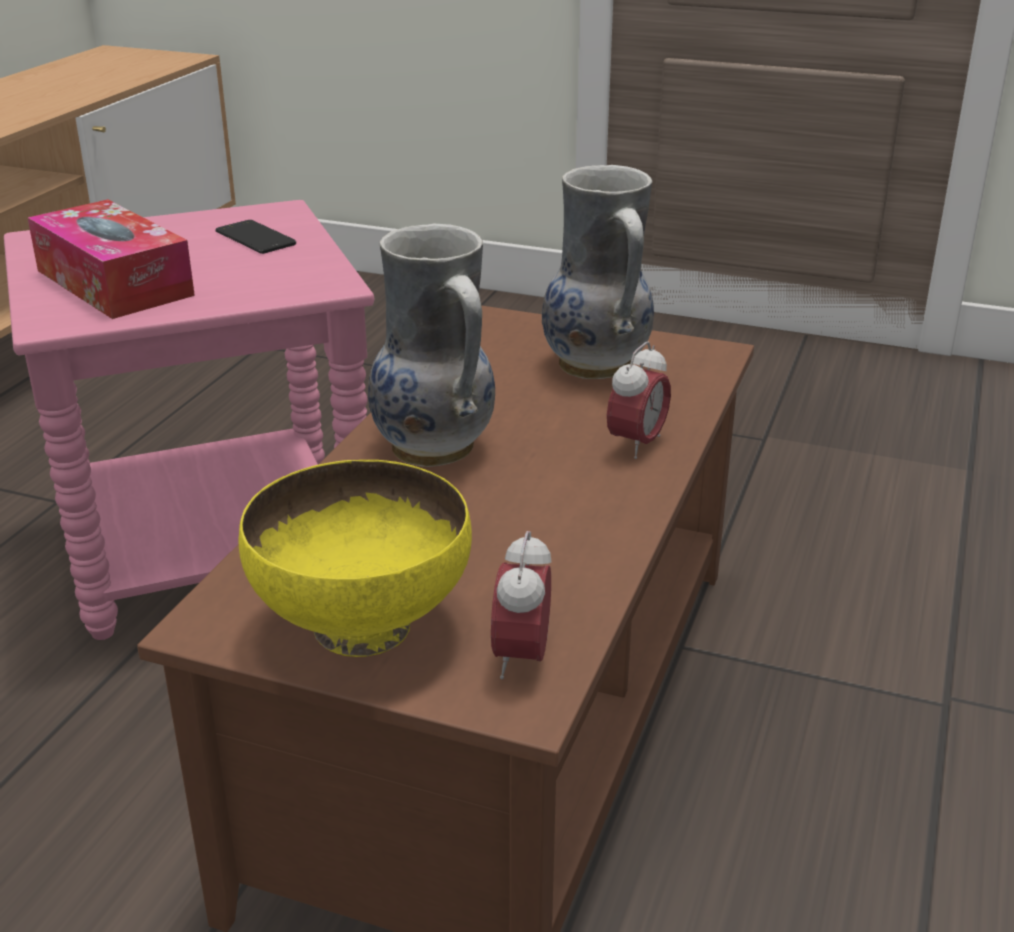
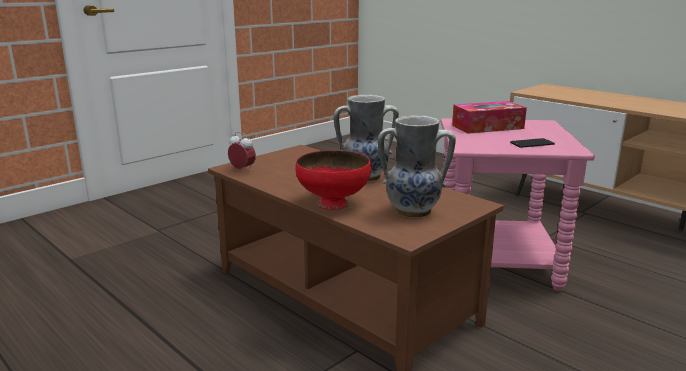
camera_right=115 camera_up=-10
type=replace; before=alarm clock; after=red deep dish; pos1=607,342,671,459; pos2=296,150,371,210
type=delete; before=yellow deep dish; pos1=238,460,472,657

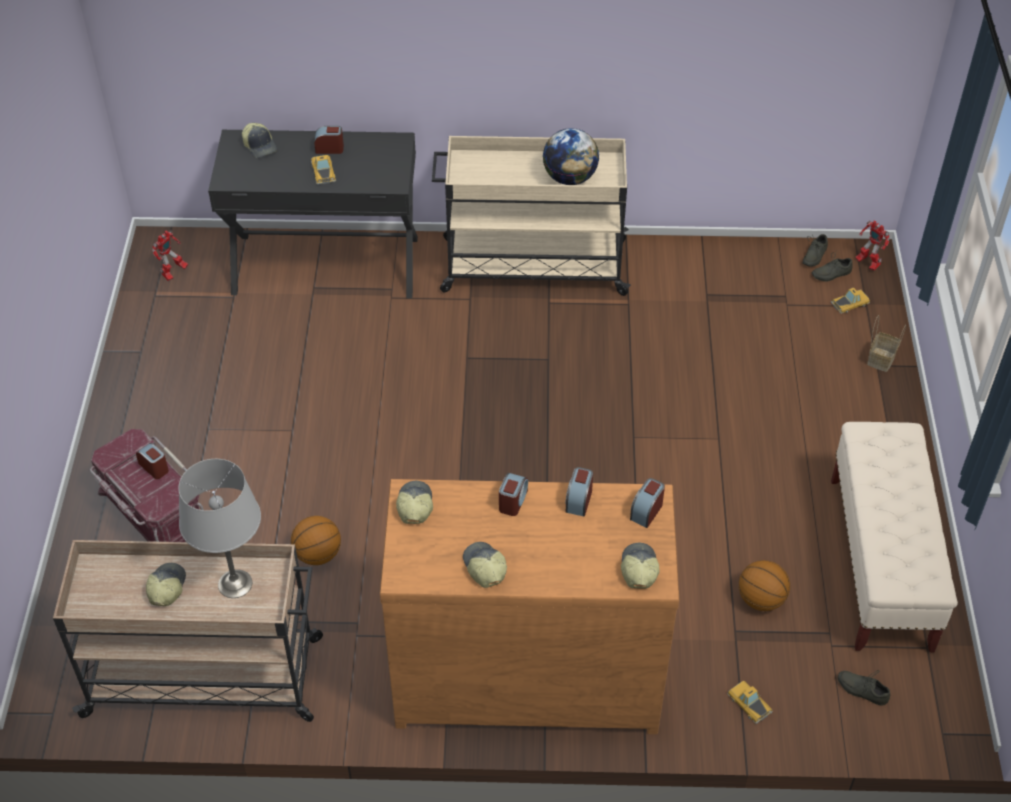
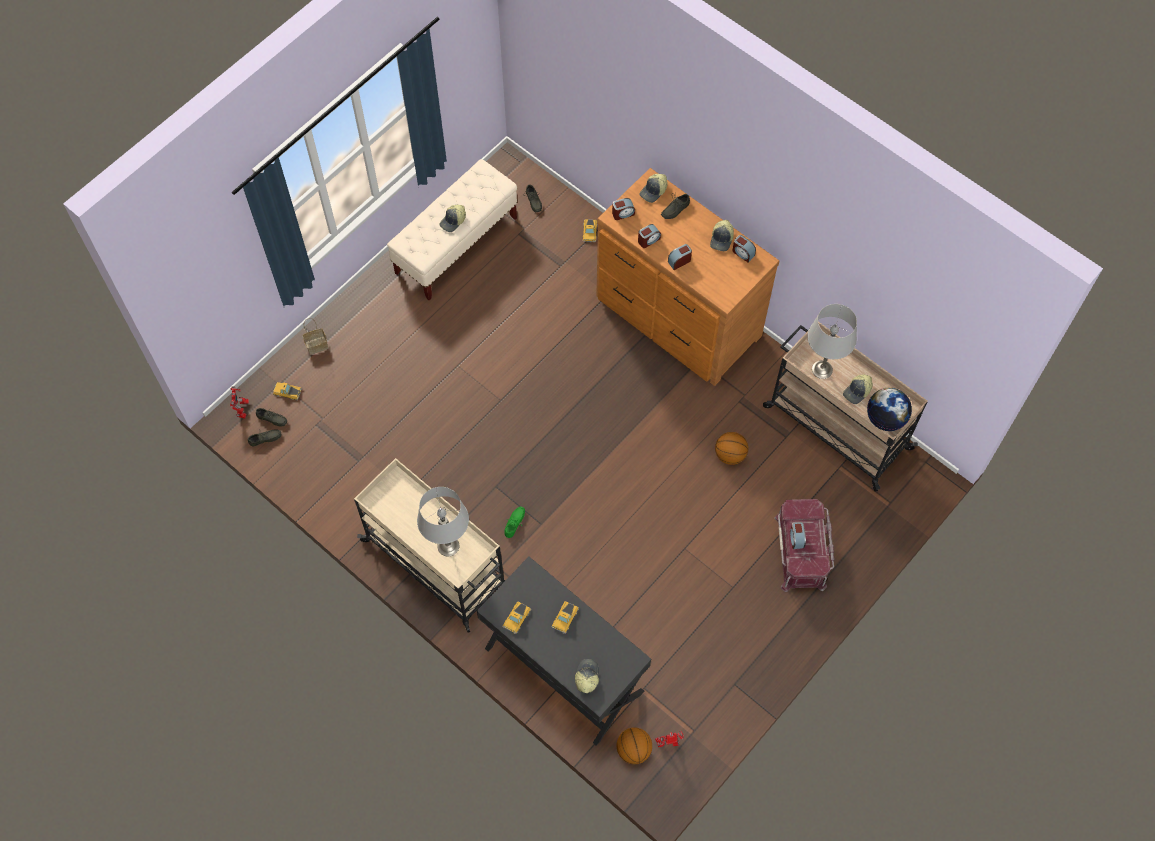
camera_right=-140 camera_up=15
type=move; before=alarm clock; pos1=314,126,344,154; pos2=732,235,756,262
type=move; before=desk globe; pos1=543,128,599,185; pos2=867,388,912,431
type=move; before=cap; pos1=396,481,433,524; pos2=439,205,466,232
type=move; before=basketball; pos1=739,560,790,611; pos2=617,727,652,764
type=insert; after=grey item of footwear; pos2=661,193,690,219
type=insert; after=grey lamp for a table; pos2=417,487,469,556
type=insert; after=greenish item of footwear; pos2=504,506,525,538
type=insert; after=toy car; pos2=502,601,531,634

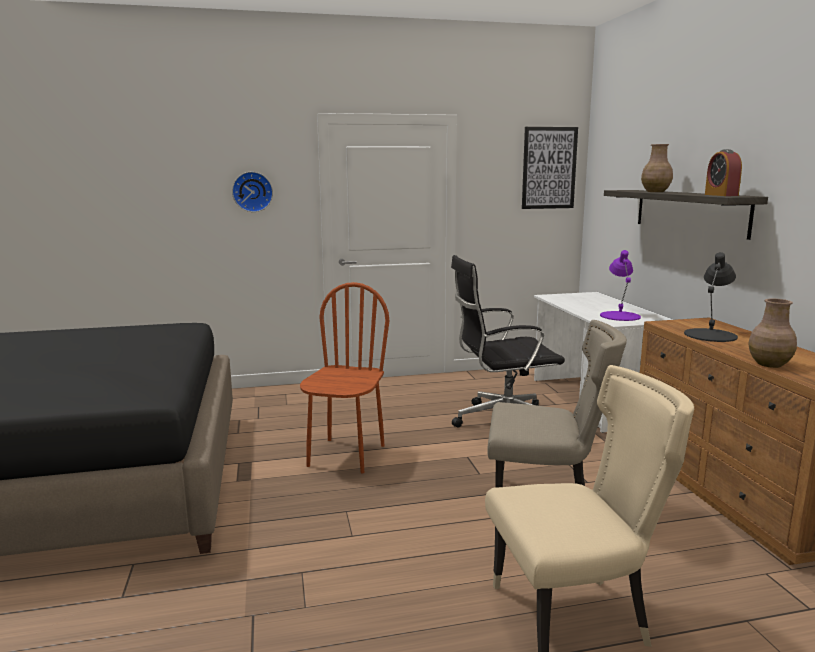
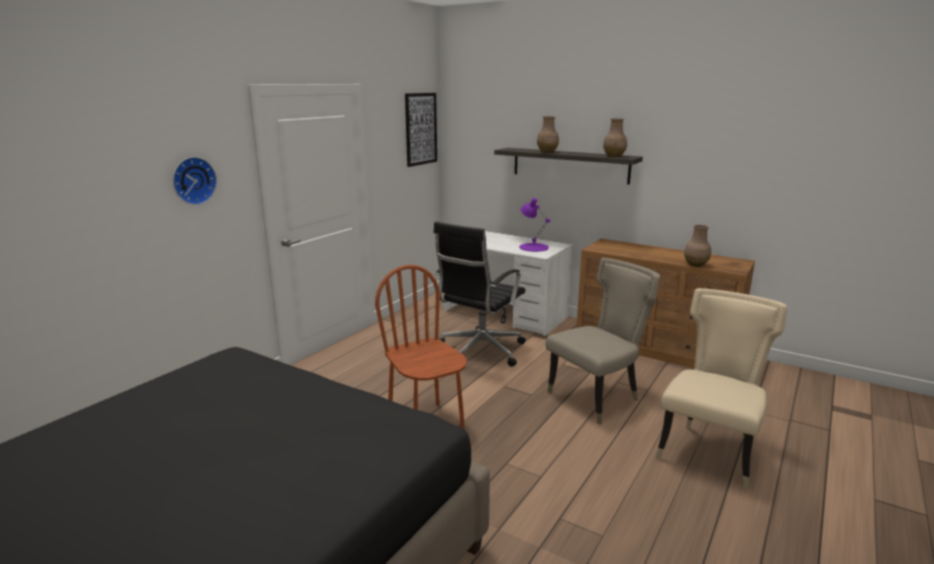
camera_right=-45 camera_up=5
type=replace; before=alarm clock; after=brown-coloured flower vase; pos1=705,149,742,196; pos2=603,118,627,157
type=delete; before=blackish lamp for a table; pos1=684,252,738,342

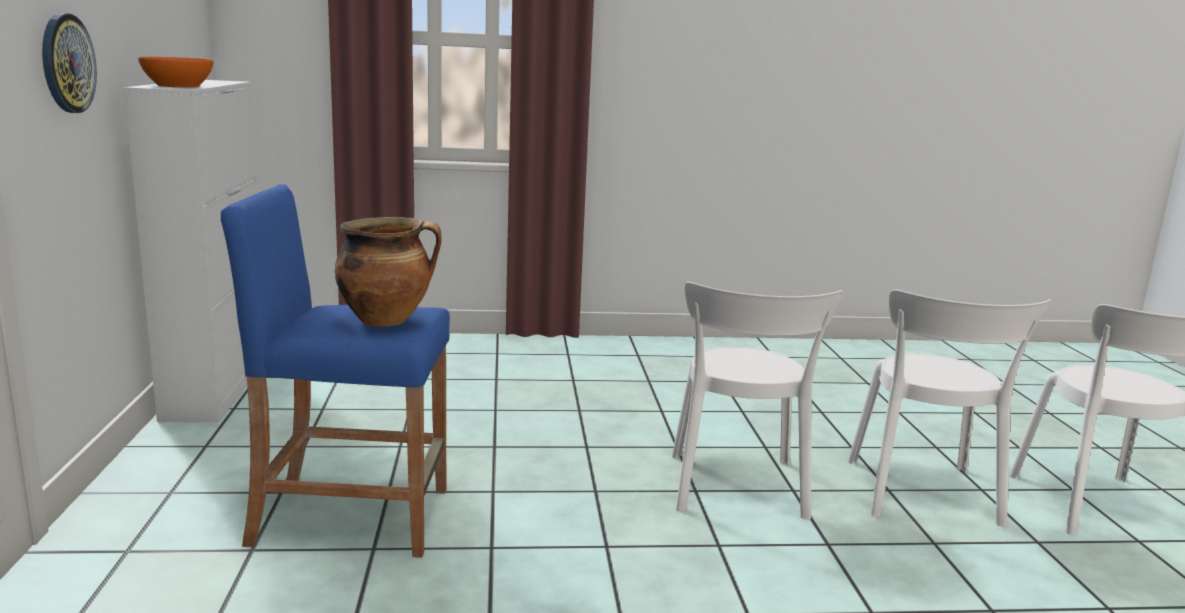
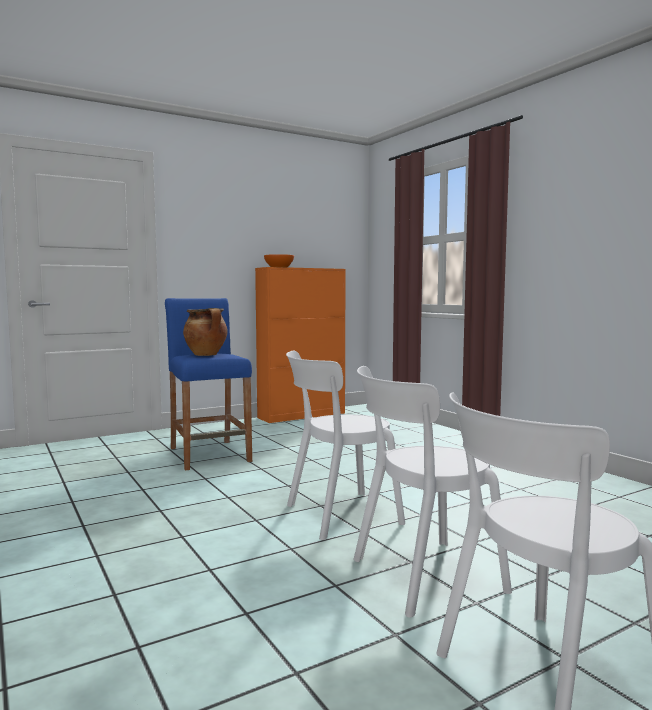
camera_right=65 camera_up=-10
type=delete; before=wall clock; pos1=42,13,97,113
type=recolor; before=white storage cabinet; after=orangey storage cabinet; pos1=124,80,258,422; pos2=255,267,346,423

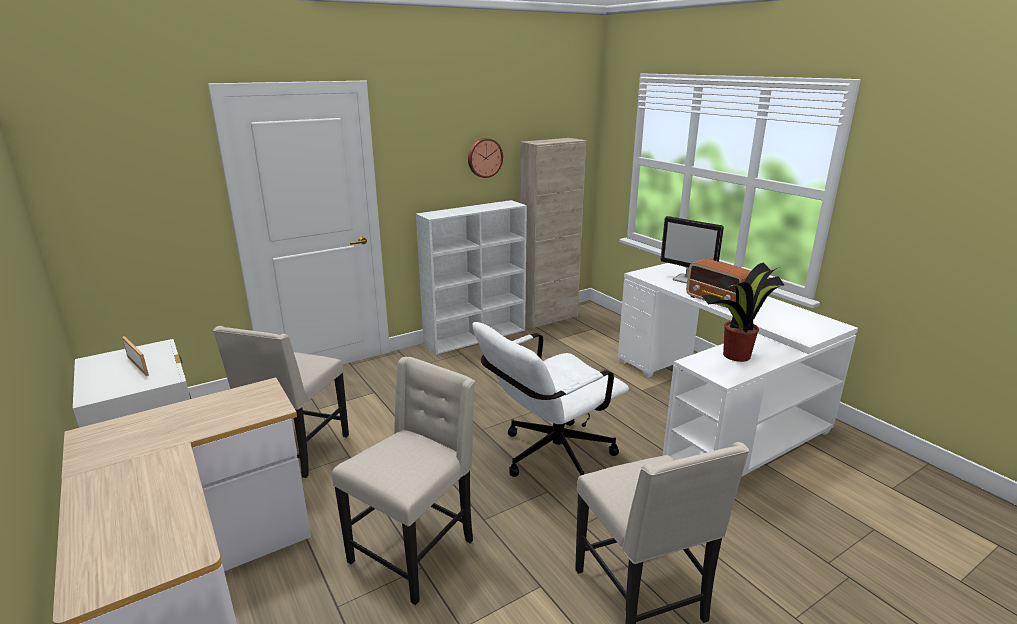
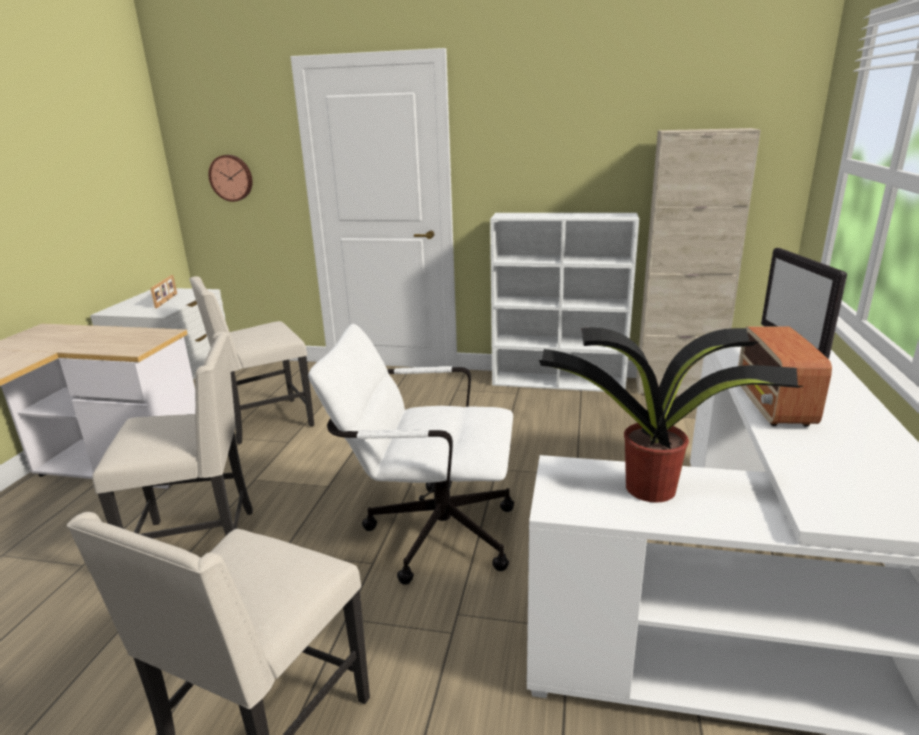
camera_right=45 camera_up=0
type=move; before=wall clock; pos1=468,138,503,178; pos2=208,155,252,202

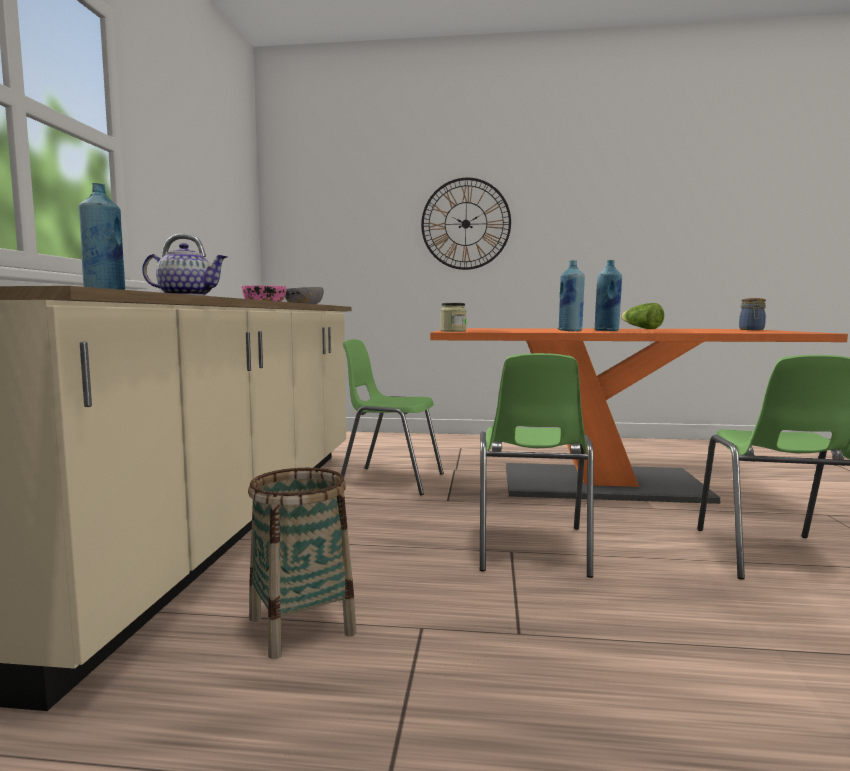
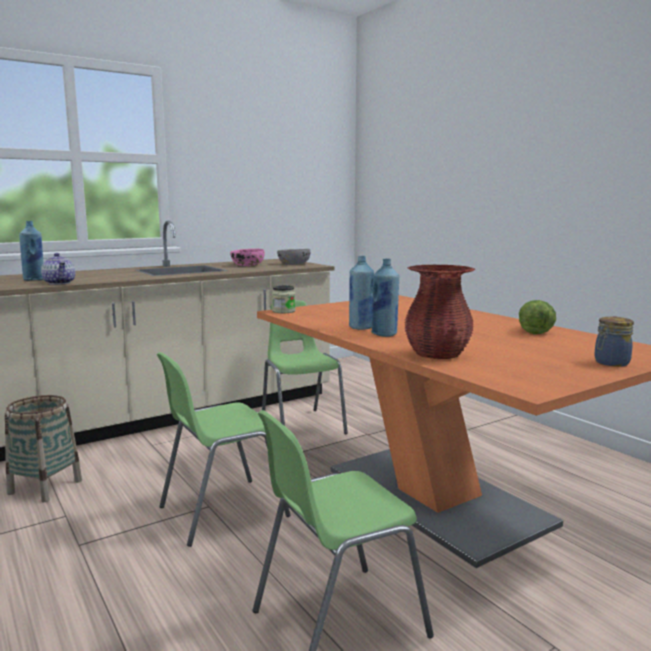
camera_right=50 camera_up=5
type=delete; before=wall clock; pos1=421,178,511,270
type=insert; after=red flower vase; pos2=405,265,476,359

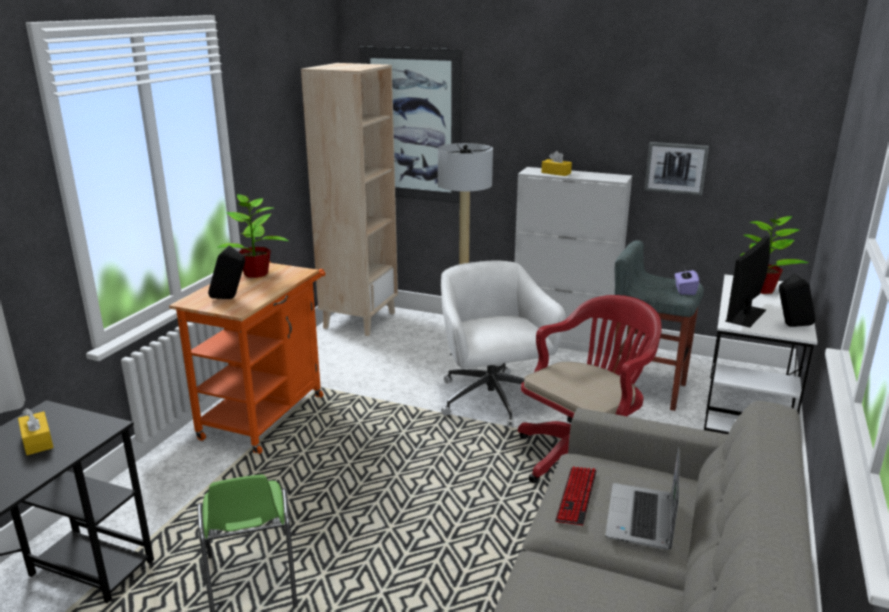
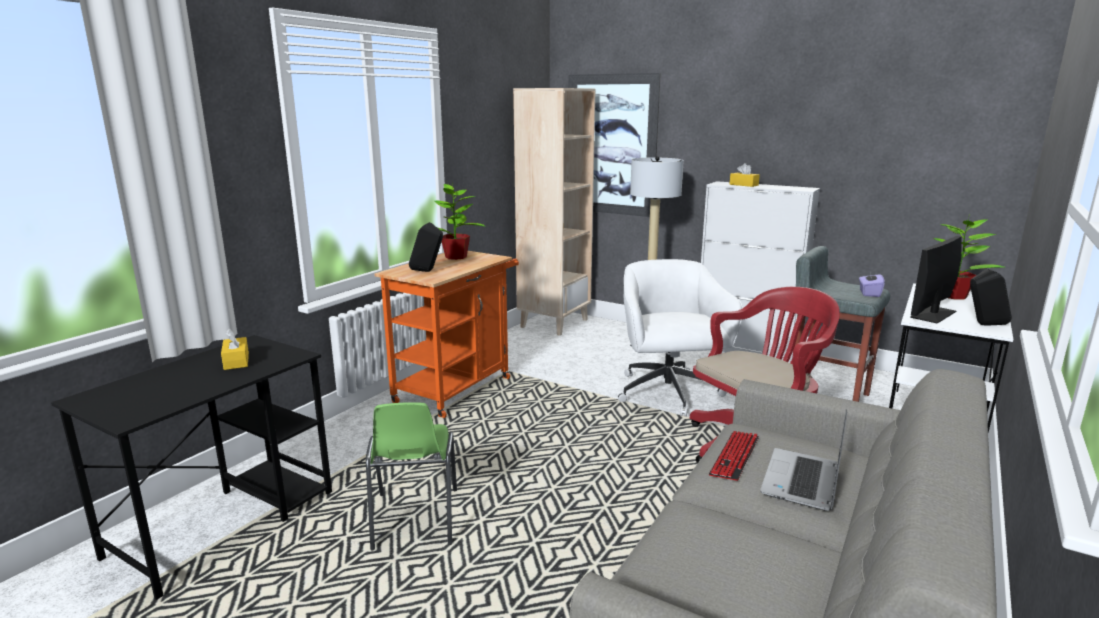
camera_right=10 camera_up=-5
type=delete; before=picture; pos1=644,142,709,196

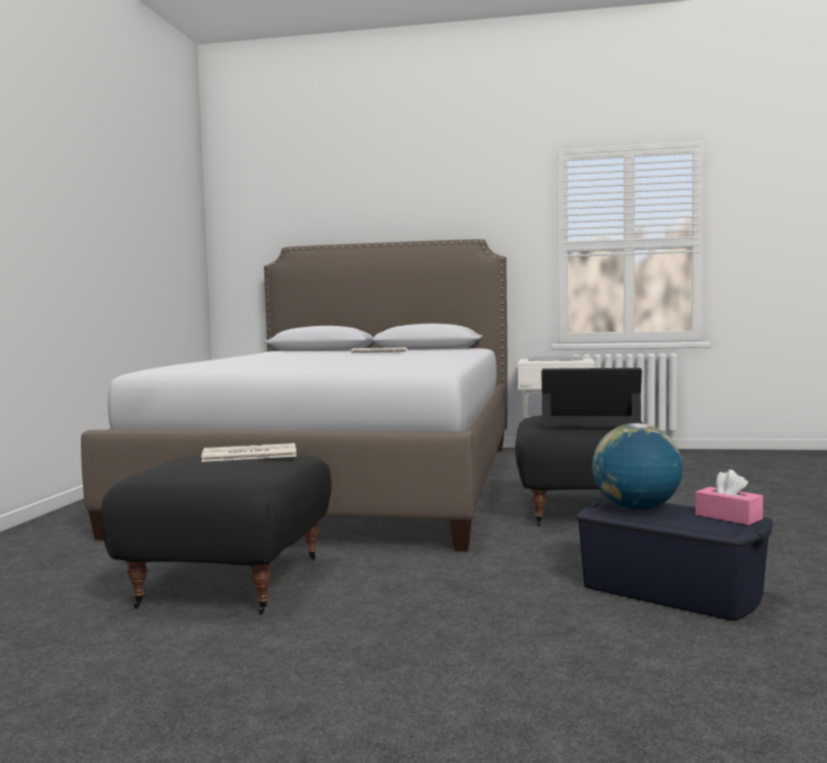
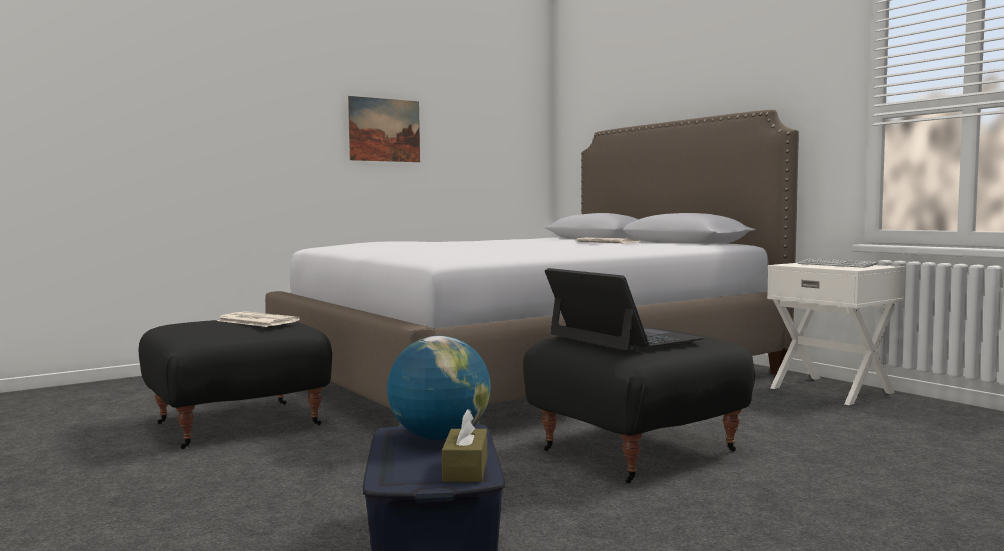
camera_right=45 camera_up=0
type=recolor; before=pinkish box of tissues; after=brown-coloured box of tissues; pos1=695,470,763,525; pos2=442,409,487,482
type=insert; after=picture; pos2=348,96,420,162

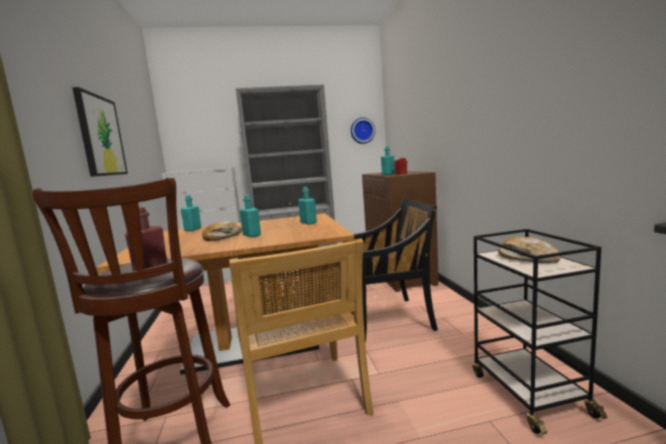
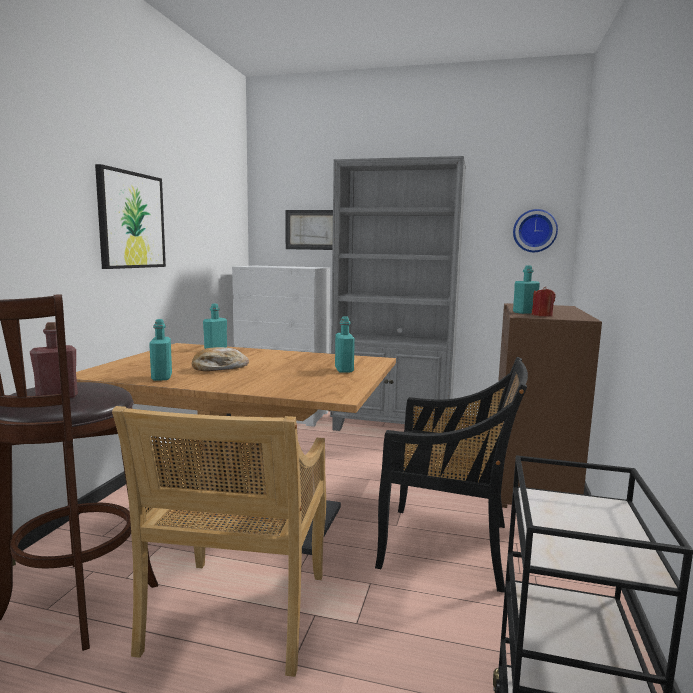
camera_right=25 camera_up=0
type=move; before=turquoise-coloured beverage bottle; pos1=239,195,261,237; pos2=149,319,172,381
type=delete; before=bread; pos1=498,236,561,263
type=insert; after=picture; pos2=286,210,333,250

